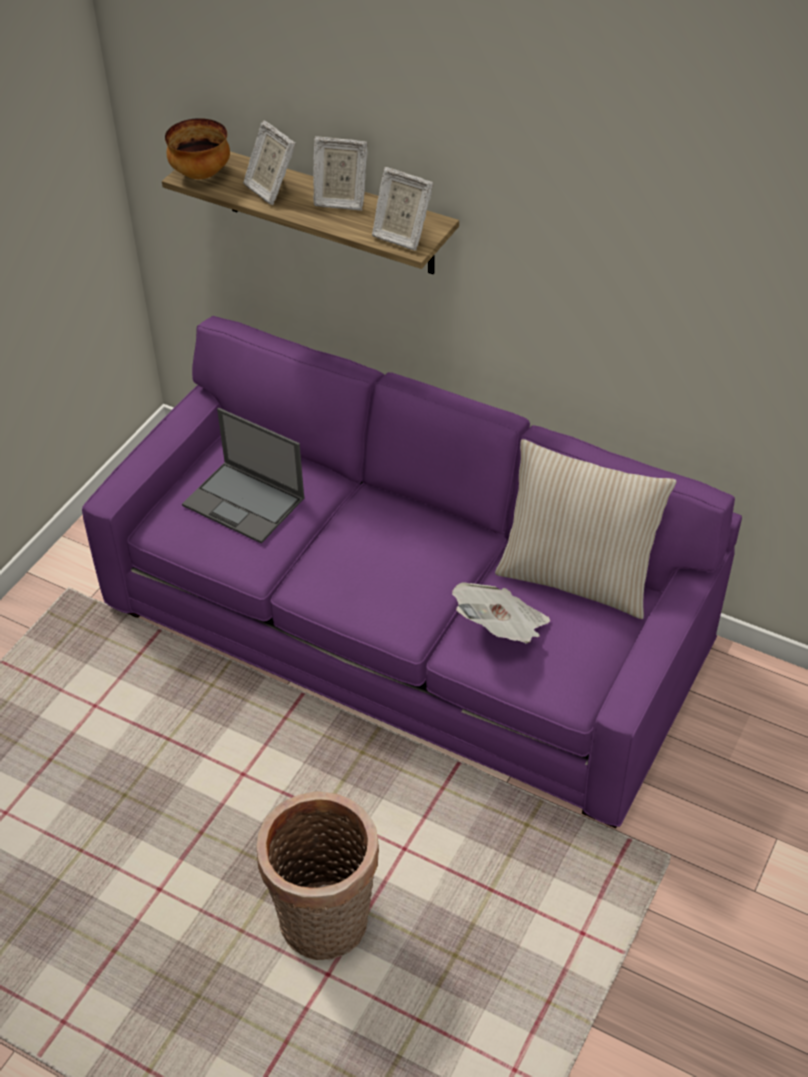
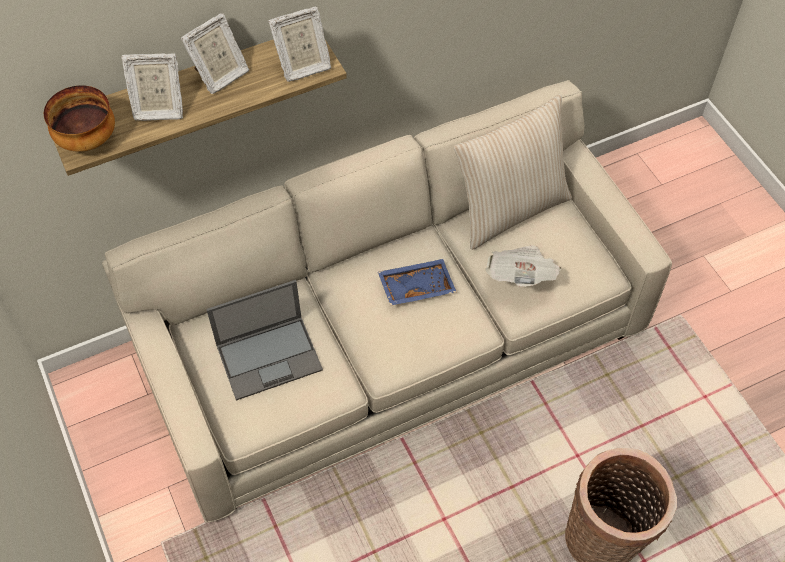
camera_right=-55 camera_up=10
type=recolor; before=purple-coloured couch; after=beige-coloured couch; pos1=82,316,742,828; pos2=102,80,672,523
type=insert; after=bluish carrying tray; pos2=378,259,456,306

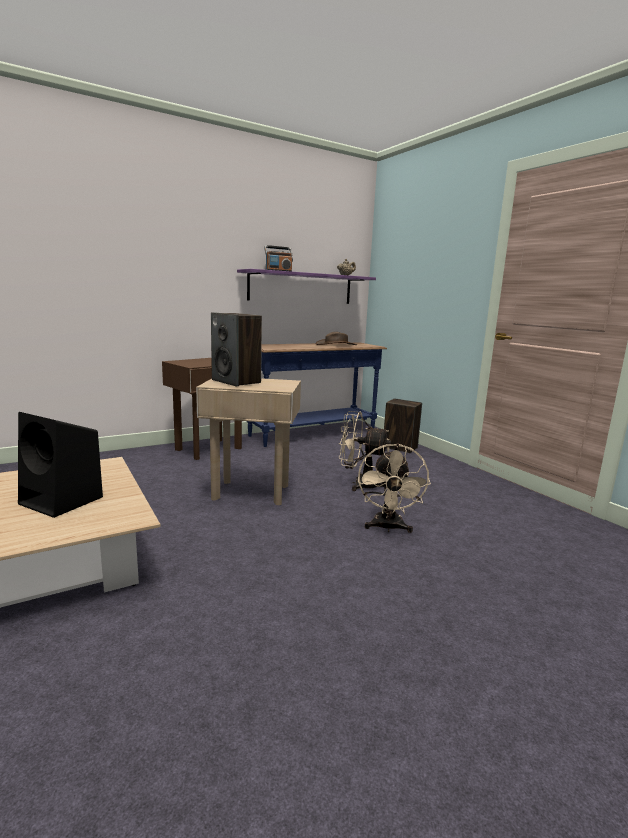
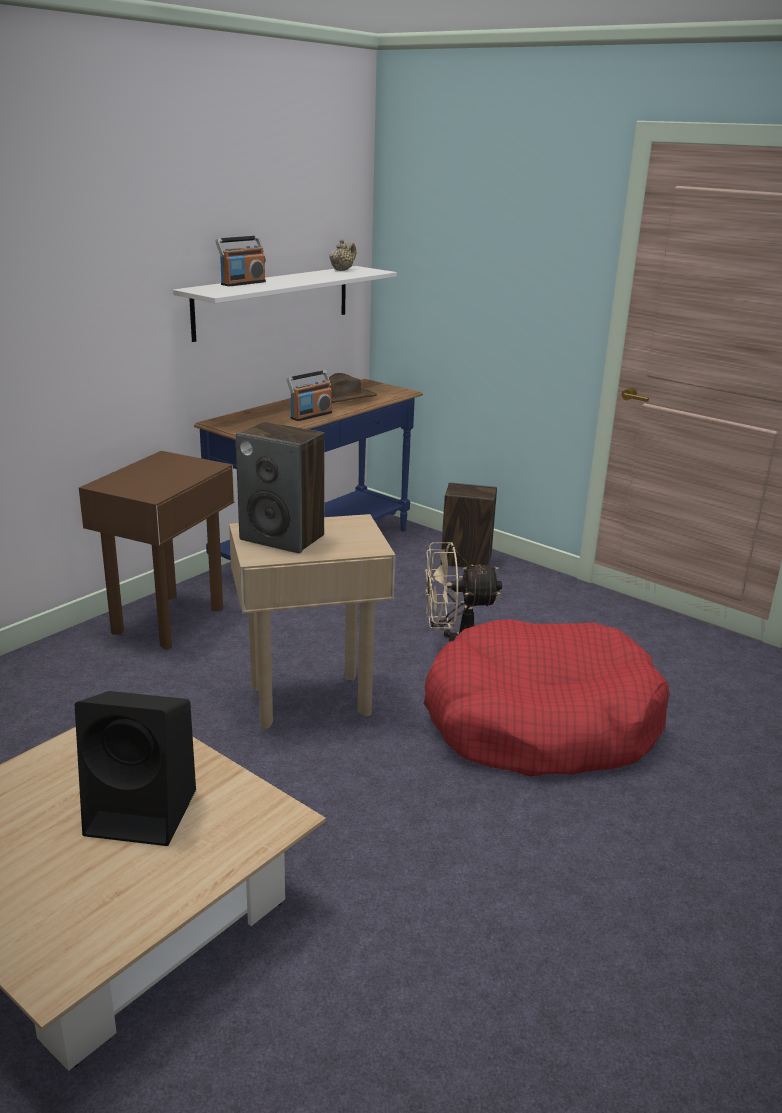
camera_right=-20 camera_up=10
type=recolor; before=purple-coloured wall shelf; after=white wall shelf; pos1=237,269,376,304; pos2=173,266,397,342
type=replace; before=beige-coloured cooling fan; after=red dog bed; pos1=358,443,431,533; pos2=424,619,670,777
type=insert; after=radio set; pos2=287,370,332,421

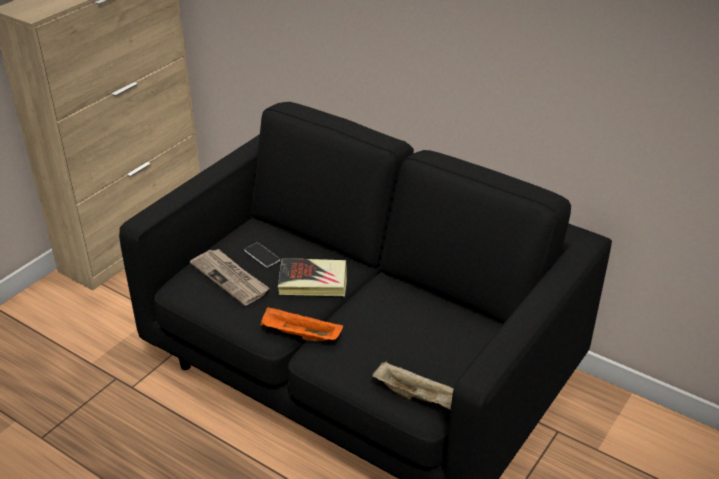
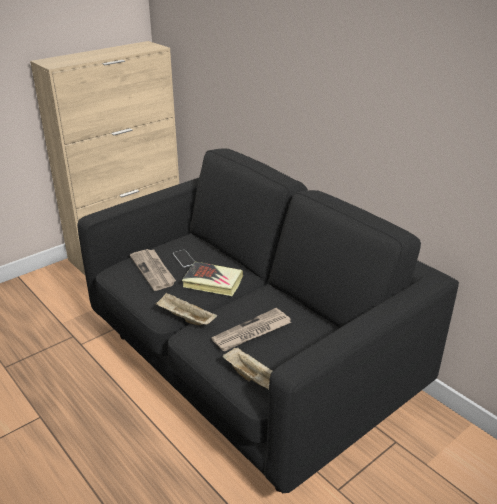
camera_right=15 camera_up=-5
type=recolor; before=orangey carrying tray; after=beige-coloured carrying tray; pos1=261,307,343,341; pos2=155,292,217,325
type=insert; after=daily paper; pos2=211,308,291,351

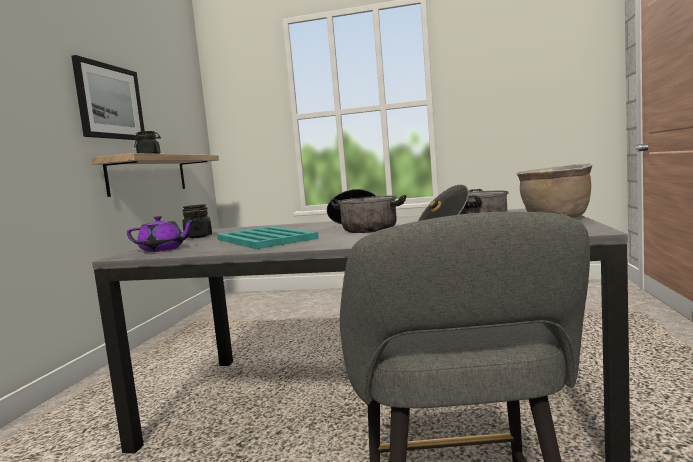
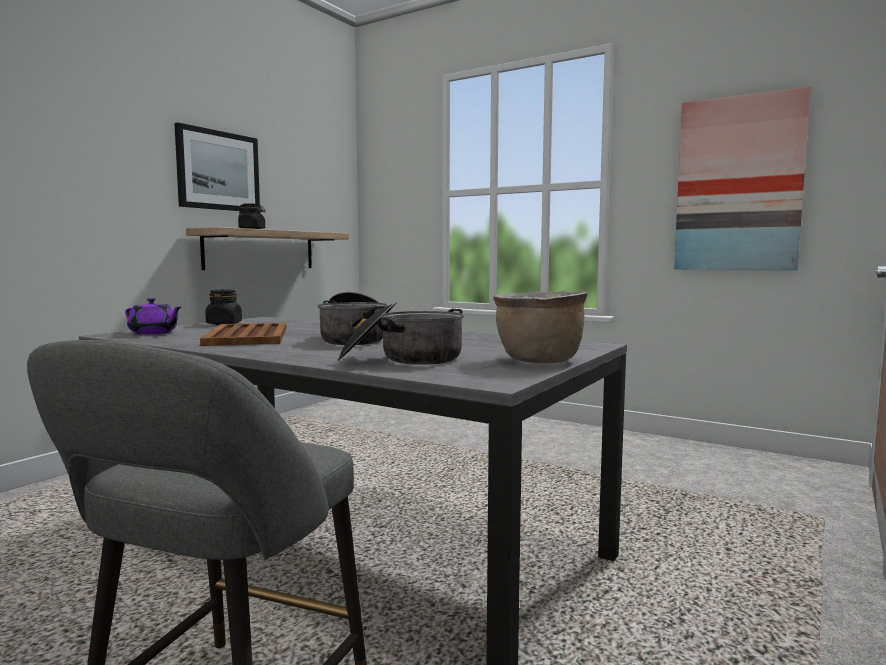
camera_right=20 camera_up=0
type=recolor; before=turquoise-coloured carrying tray; after=brown-coloured carrying tray; pos1=217,226,319,249; pos2=200,323,286,346
type=insert; after=picture; pos2=674,86,811,271

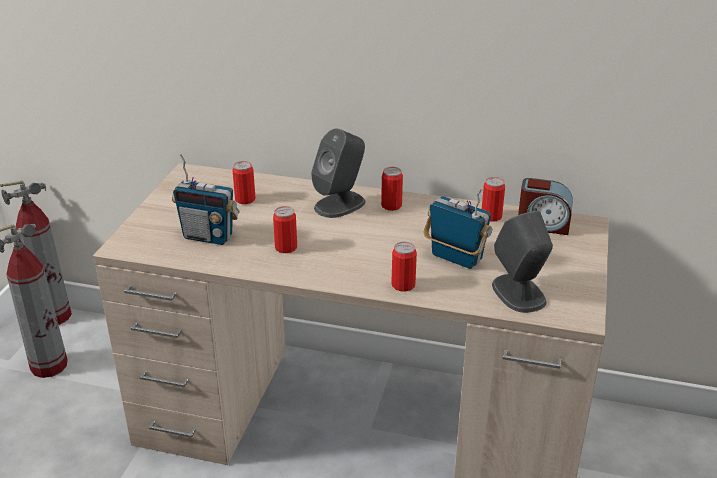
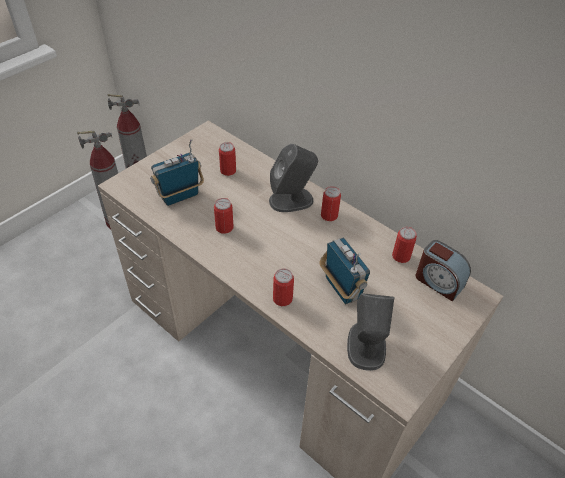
camera_right=25 camera_up=15
type=rotate; before=radio set; pos1=172,154,240,245; pos2=150,139,204,206; turn=105

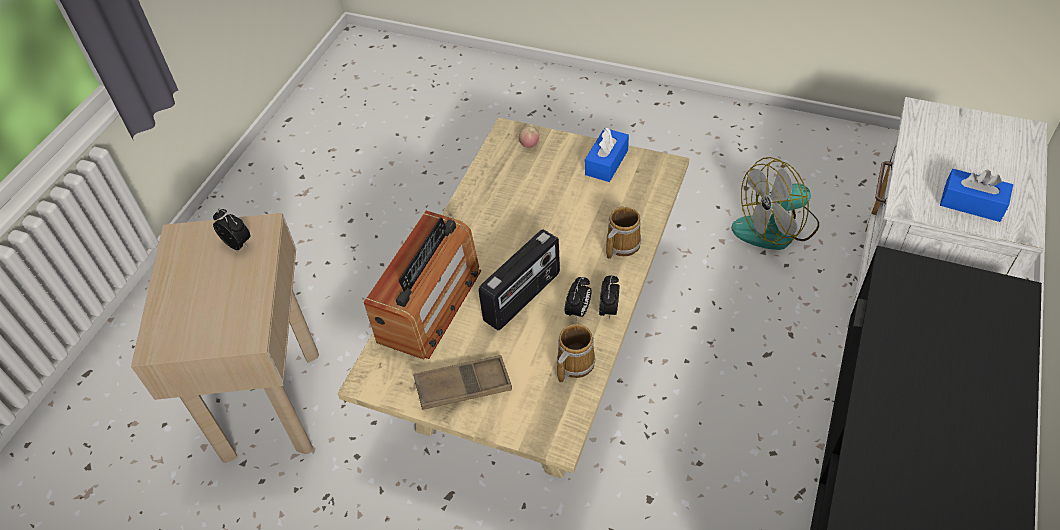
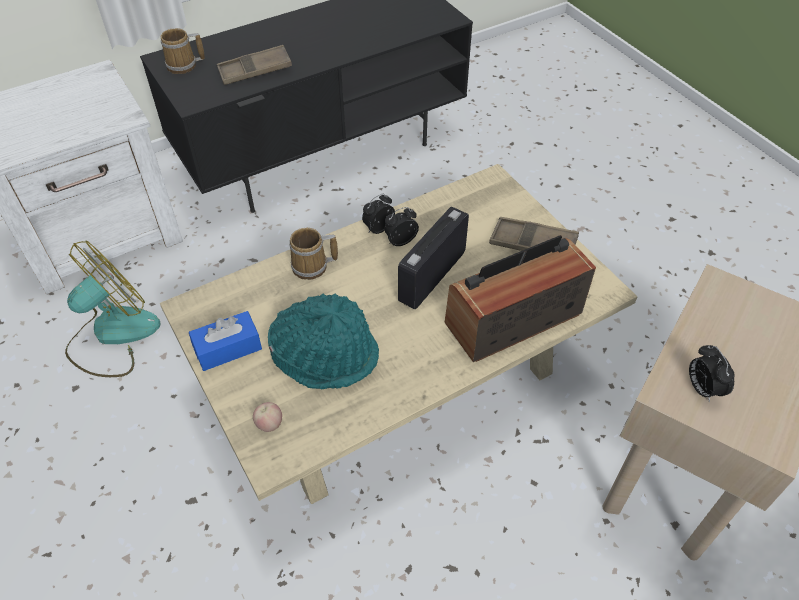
camera_right=-145 camera_up=0
type=rotate; before=cooling fan; pos1=731,157,819,250; pos2=65,240,160,377; turn=-60
type=delete; before=bluish box of tissues; pos1=940,169,1013,222
type=rotate; before=radio set; pos1=479,229,560,330; pos2=398,207,469,309; turn=-45
type=move; before=coffee mug; pos1=557,324,596,383; pos2=161,28,205,74
type=insert; after=brown-coloured carrying tray; pos2=217,45,292,85
type=insert; after=turquoise-coloured wearable hat; pos2=268,294,379,389

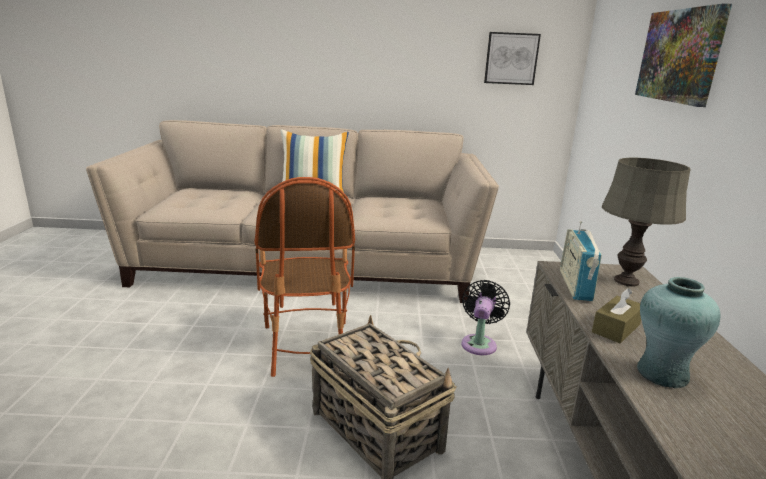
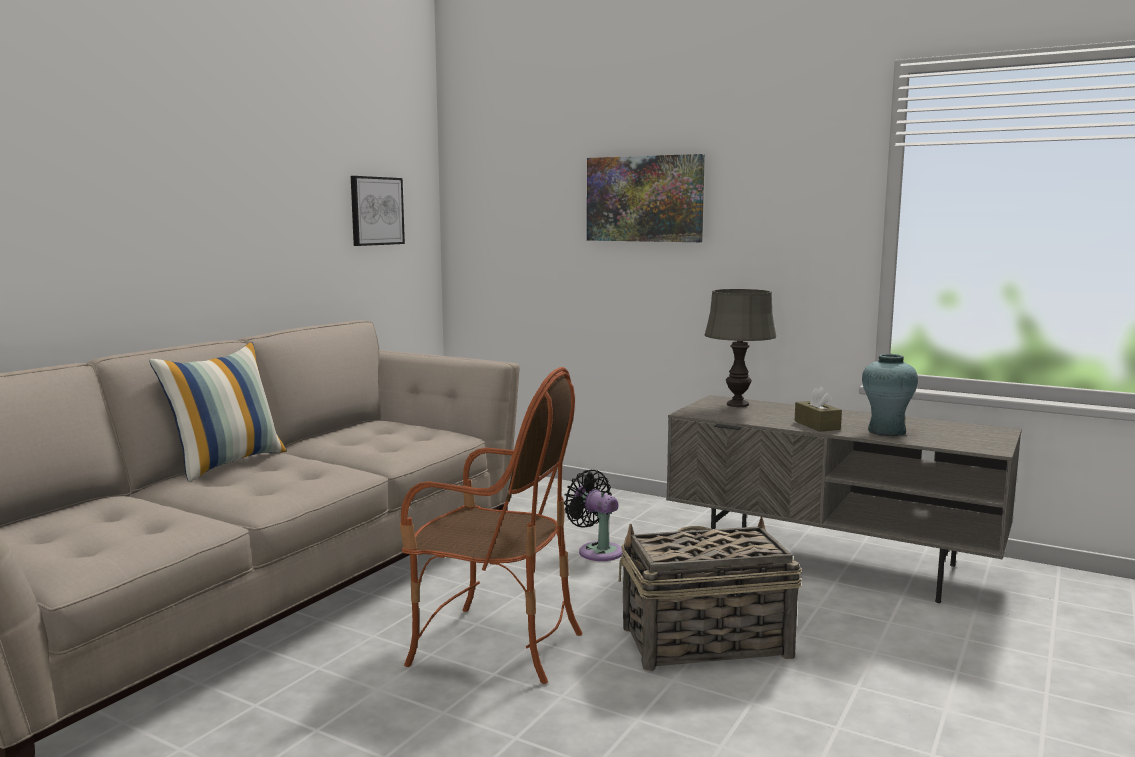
camera_right=-60 camera_up=-10
type=delete; before=radio set; pos1=560,221,602,301

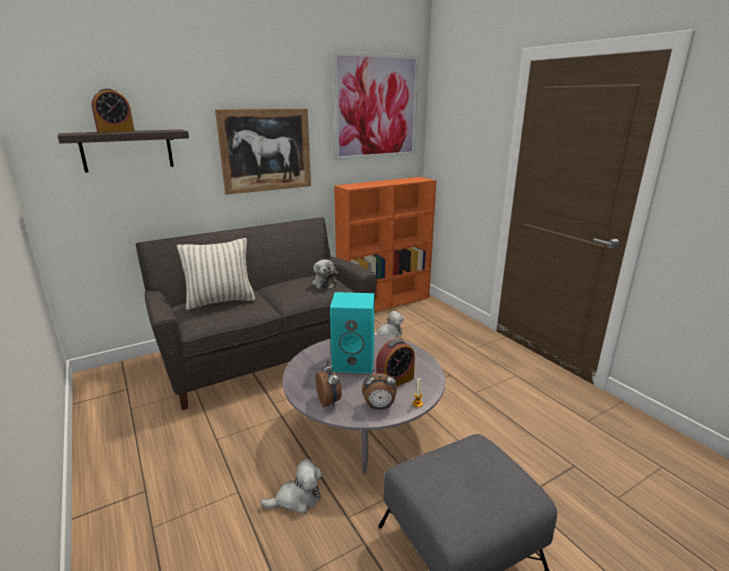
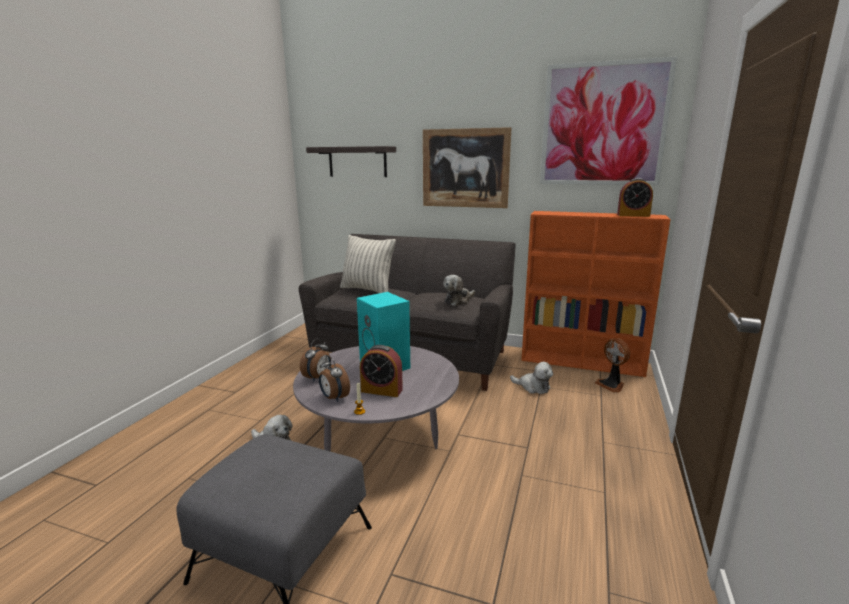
camera_right=50 camera_up=-5
type=move; before=alarm clock; pos1=92,88,135,133; pos2=617,178,653,217
type=insert; after=cooling fan; pos2=594,338,630,393

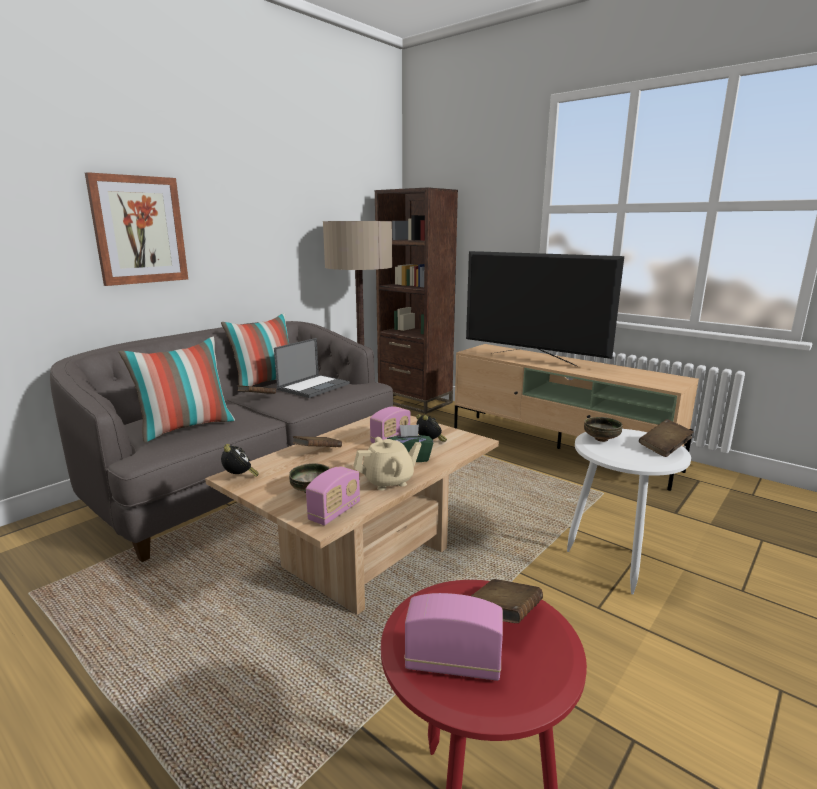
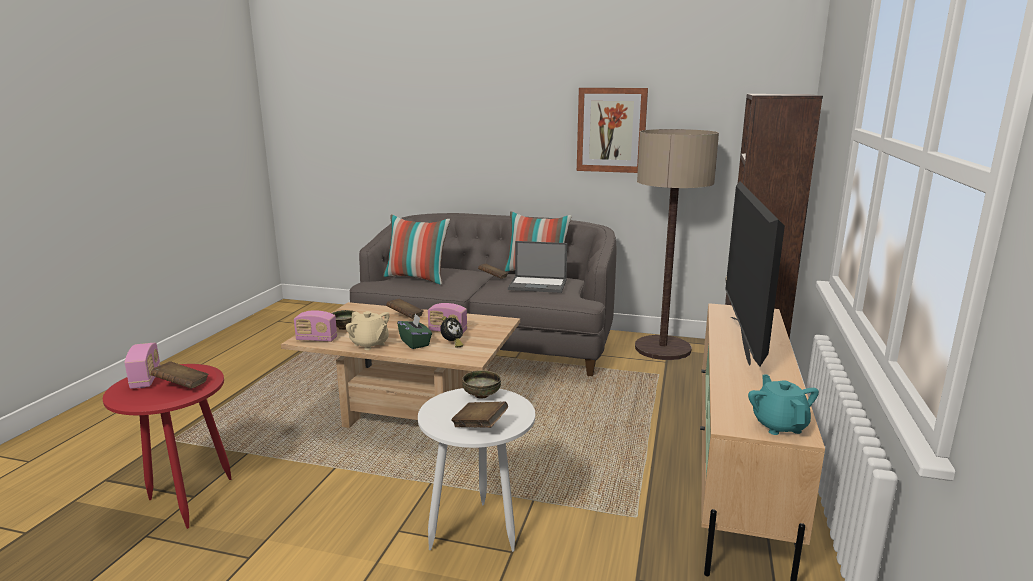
camera_right=65 camera_up=0
type=move; before=picture; pos1=85,172,188,286; pos2=577,88,648,173
type=delete; before=alarm clock; pos1=221,444,259,477
type=insert; after=turquoise-coloured tea pot; pos2=748,374,819,435

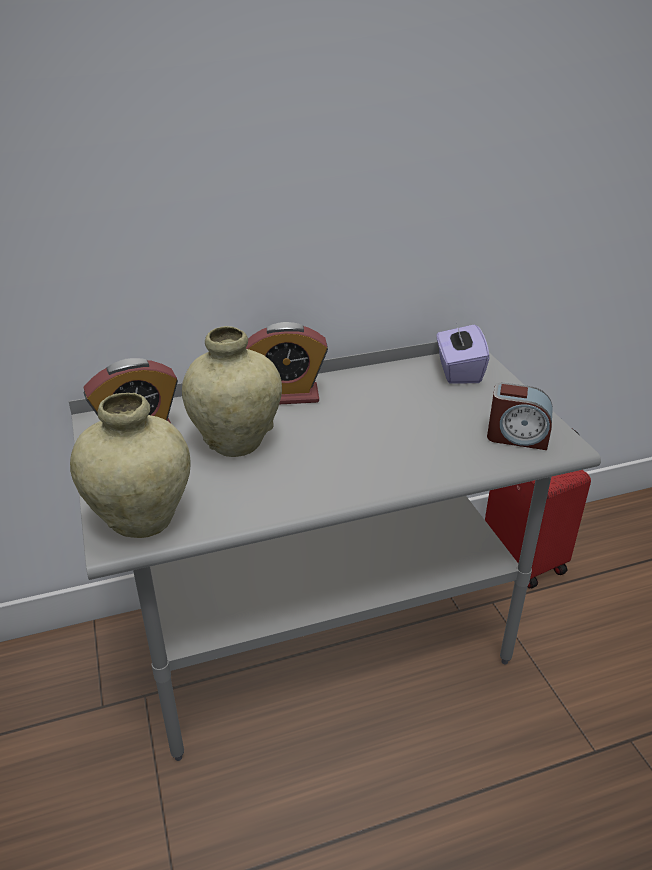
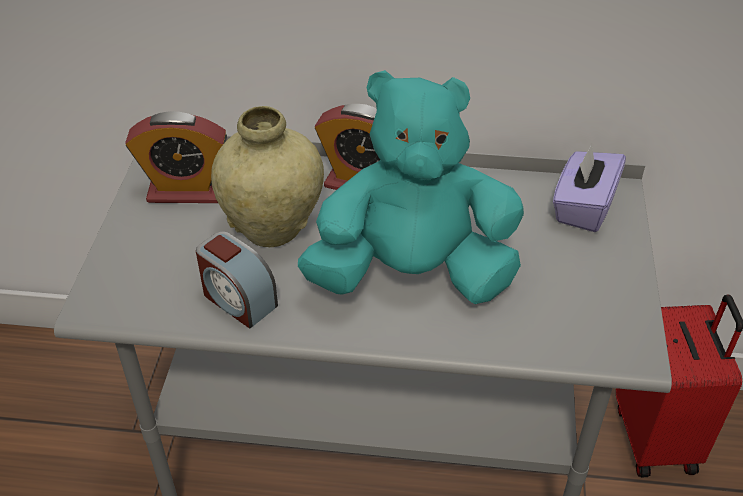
camera_right=25 camera_up=10
type=move; before=alarm clock; pos1=487,383,553,450; pos2=196,231,278,329
type=delete; before=beige-coloured flower vase; pos1=70,393,191,538
type=insert; after=turquoise-coloured soft toy; pos2=298,70,524,304

